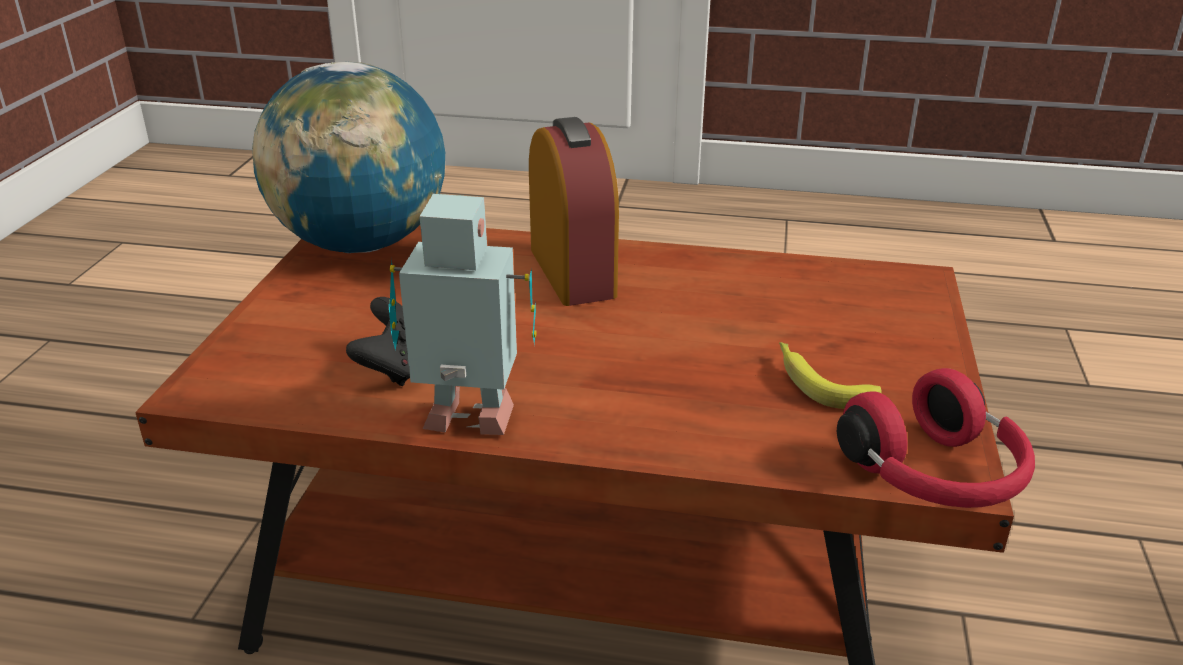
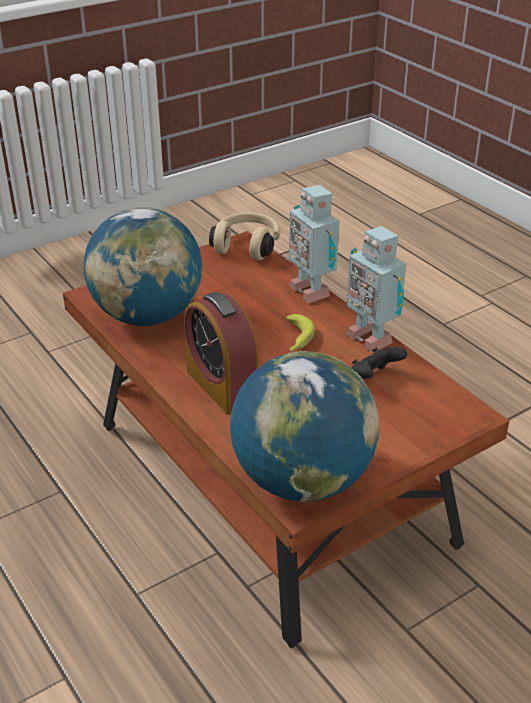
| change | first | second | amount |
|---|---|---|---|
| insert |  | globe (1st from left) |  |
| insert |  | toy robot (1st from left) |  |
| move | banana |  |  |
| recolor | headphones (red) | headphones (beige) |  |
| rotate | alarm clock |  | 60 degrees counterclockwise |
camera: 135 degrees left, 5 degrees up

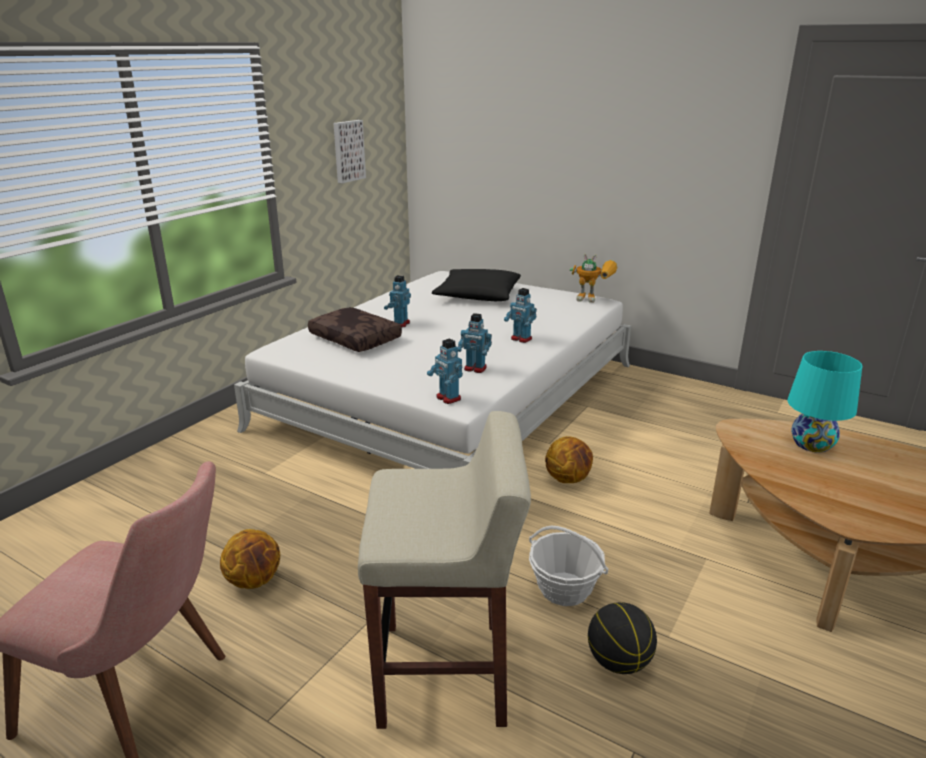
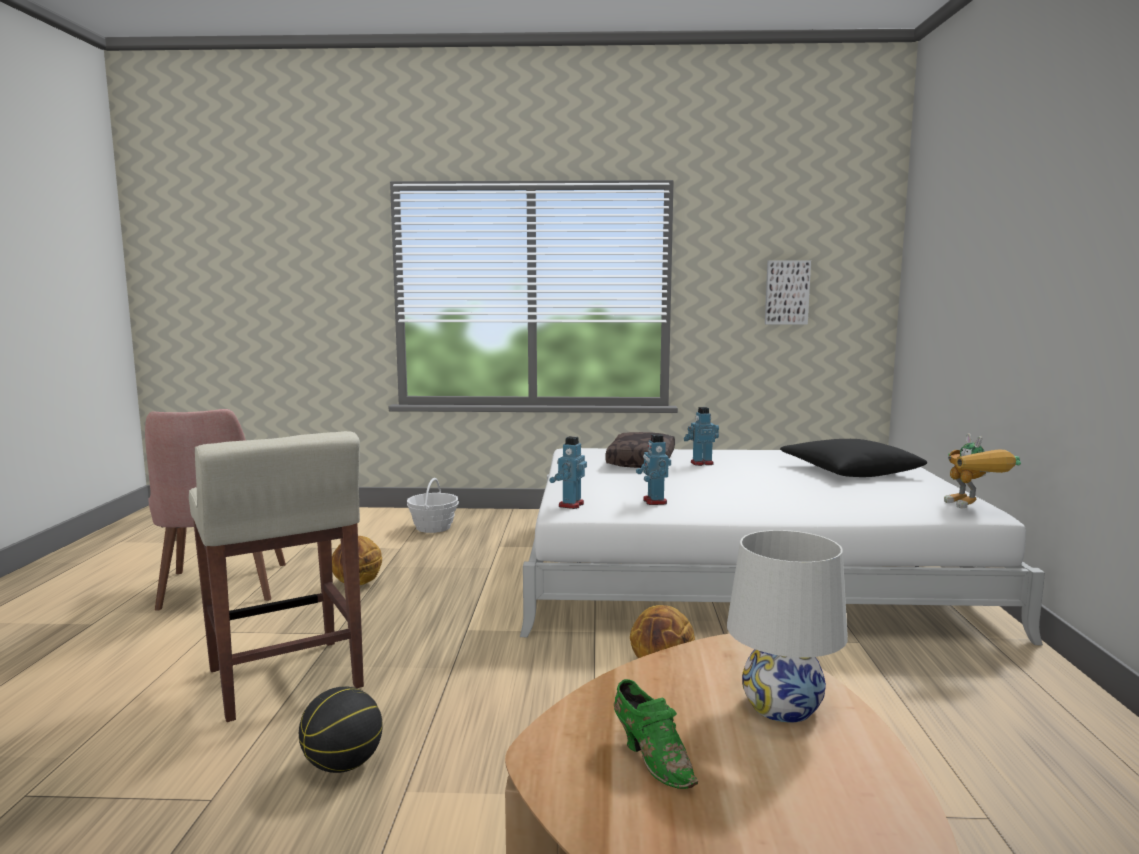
| change | first | second | amount |
|---|---|---|---|
| delete | toy robot (4th from left) |  |  |
| insert |  | shoe (green) |  |
| move | basket |  |  |
| recolor | table lamp (turquoise) | table lamp (white) |  |
camera: 60 degrees right, 15 degrees down

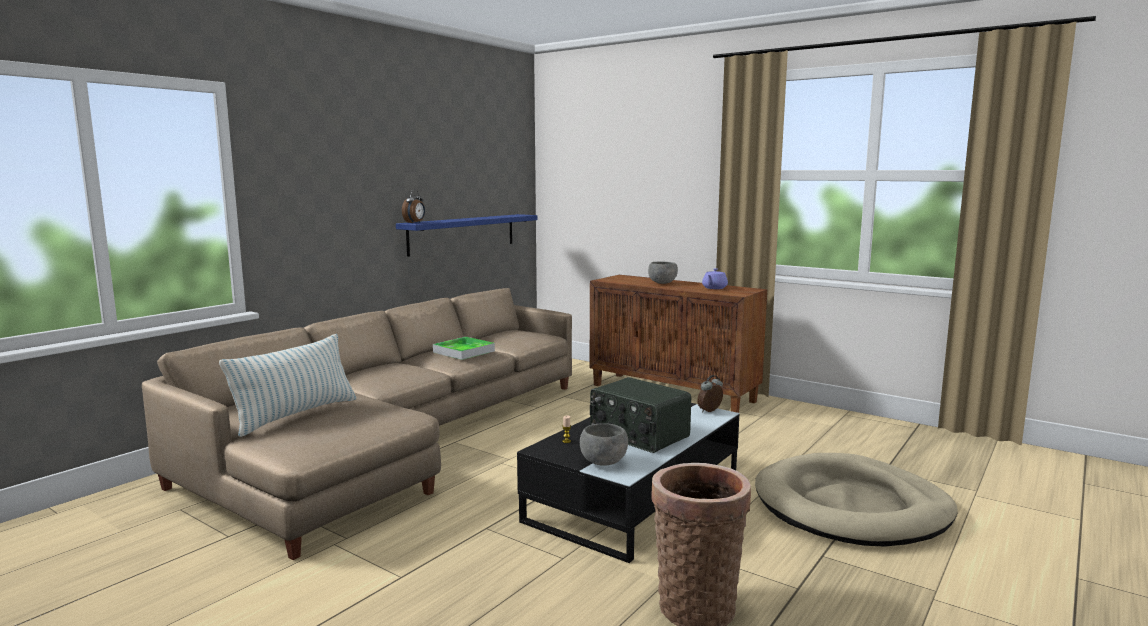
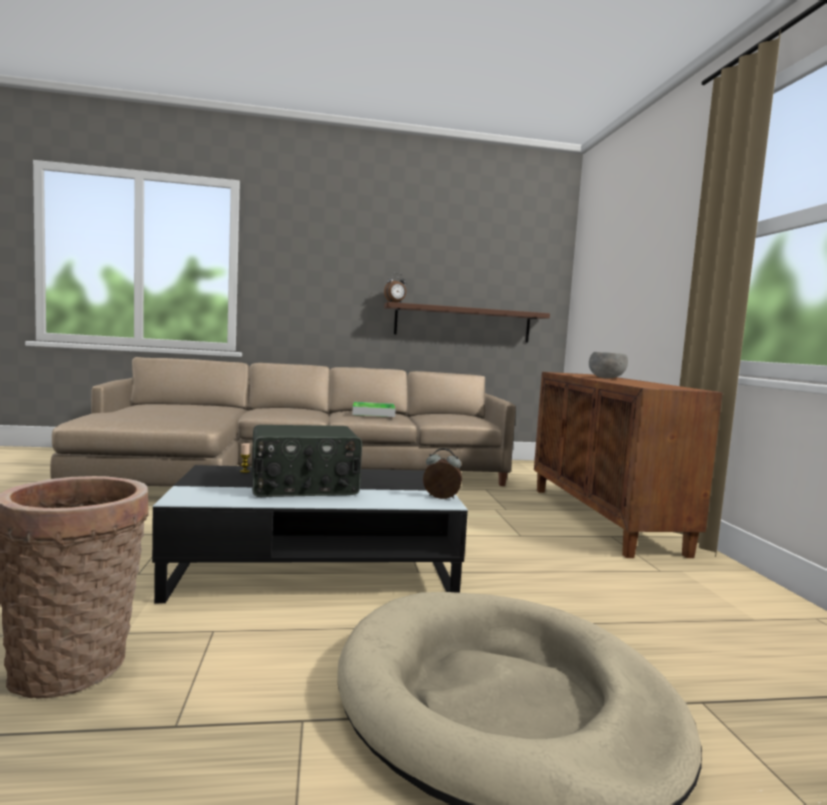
| change | first | second | amount |
|---|---|---|---|
| delete | pillow |  |  |
| delete | bowl (grey) (1st from left) |  |  |
| delete | teapot (purple) |  |  |
| recolor | shelf (blue) | shelf (brown) |  |
| rotate | radio |  | 105 degrees counterclockwise |
camera: 45 degrees right, 5 degrees down

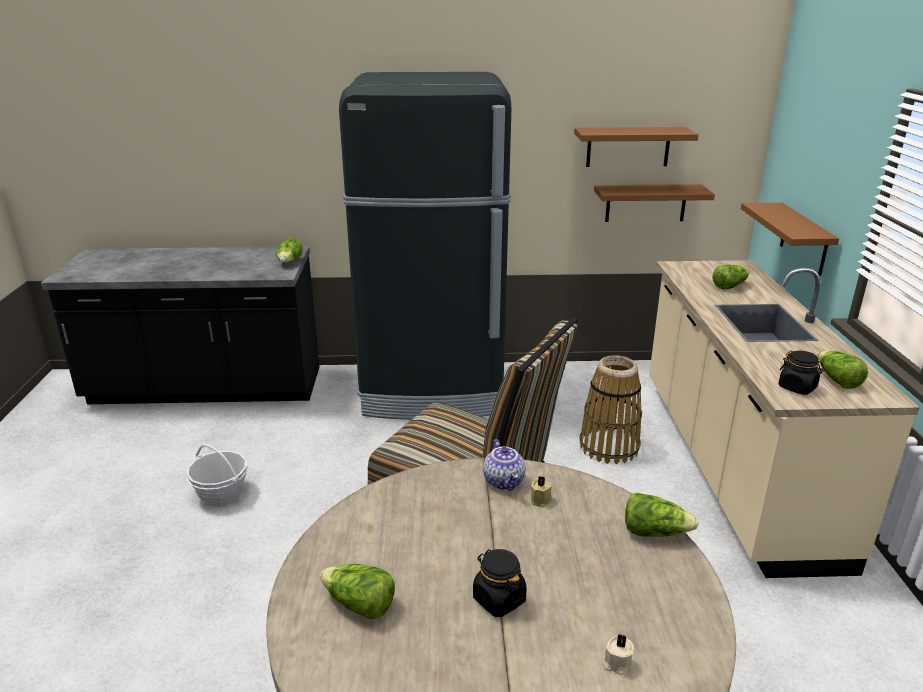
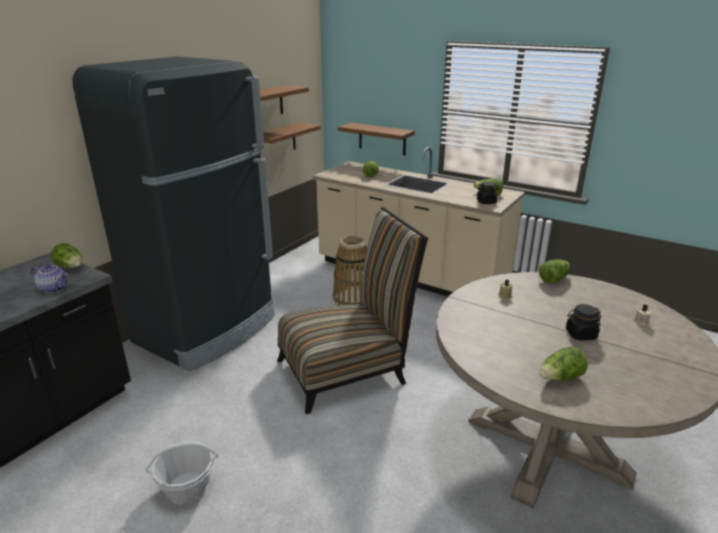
| change | first | second | amount |
|---|---|---|---|
| move | teapot |  |  |
camera: 55 degrees left, 0 degrees up

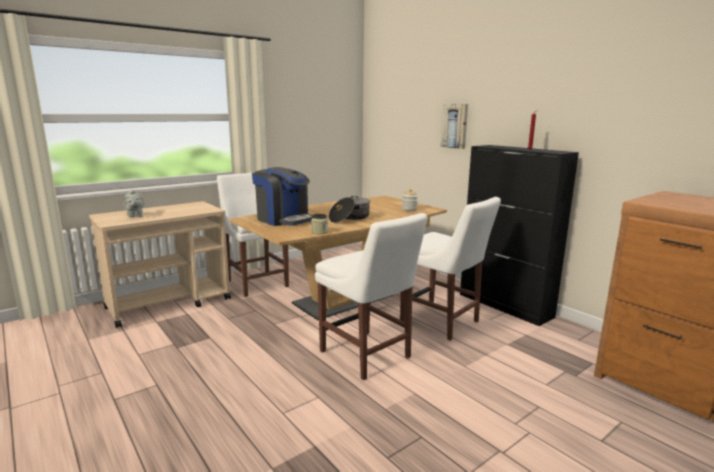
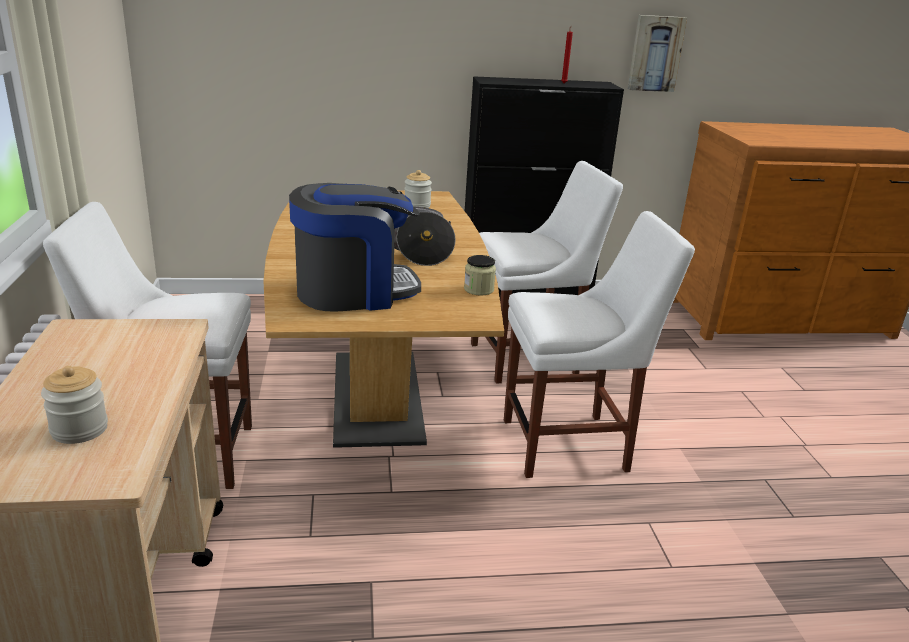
| change | first | second | amount |
|---|---|---|---|
| move | picture |  |  |
| replace | teapot (grey) | jar (1st from left) |  |
camera: 60 degrees left, 10 degrees up

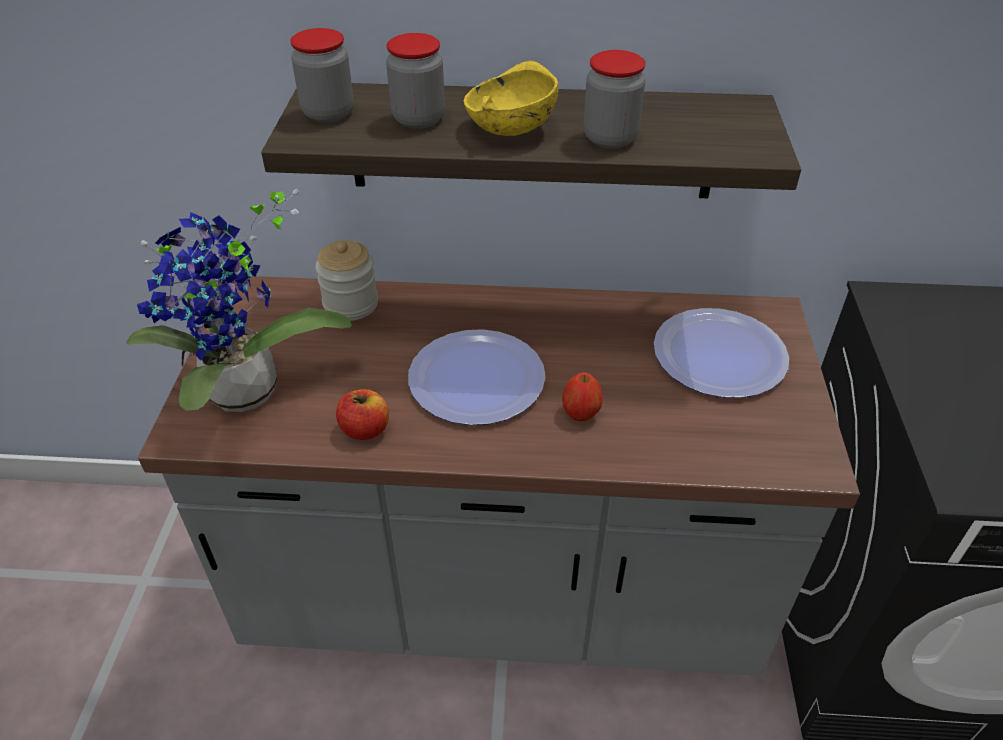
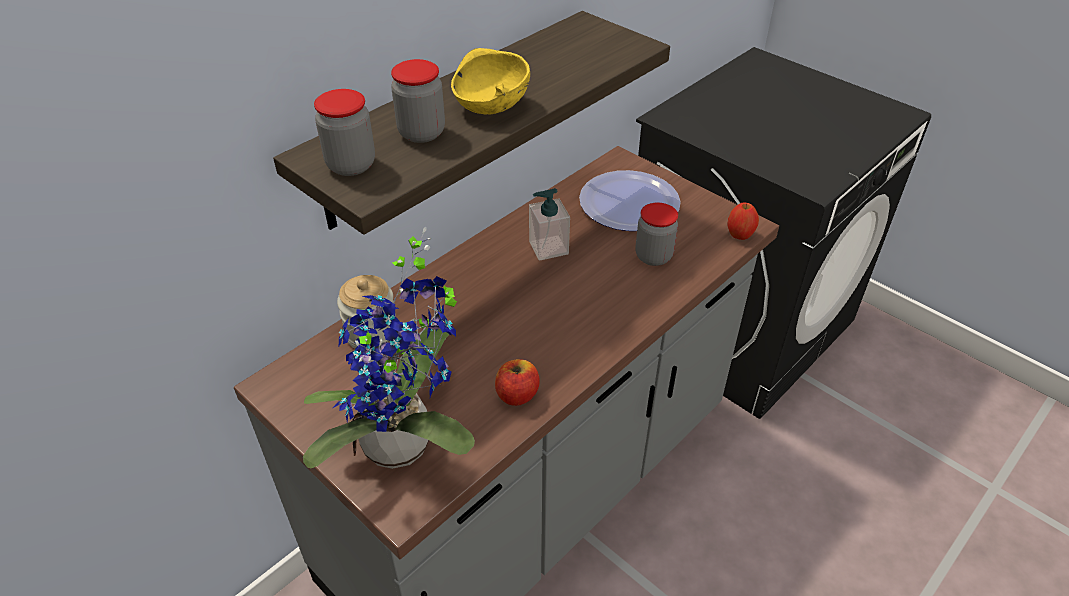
| change | first | second | amount |
|---|---|---|---|
| delete | plate (1st from left) |  |  |
| insert |  | soap dispenser |  |
| move | apple (2nd from left) |  |  |
| move | jar (4th from left) |  |  |
camera: 50 degrees left, 0 degrees up

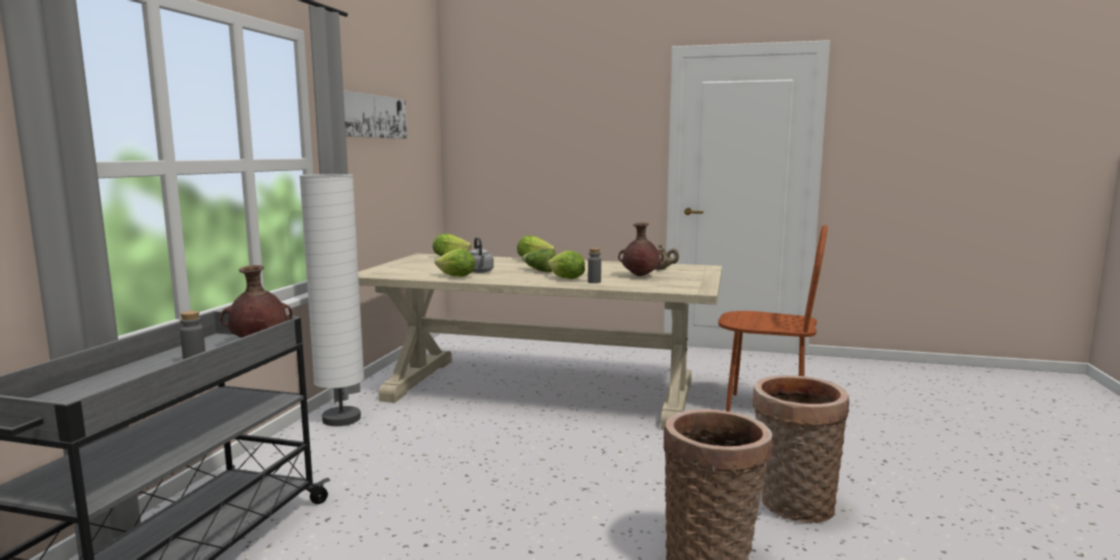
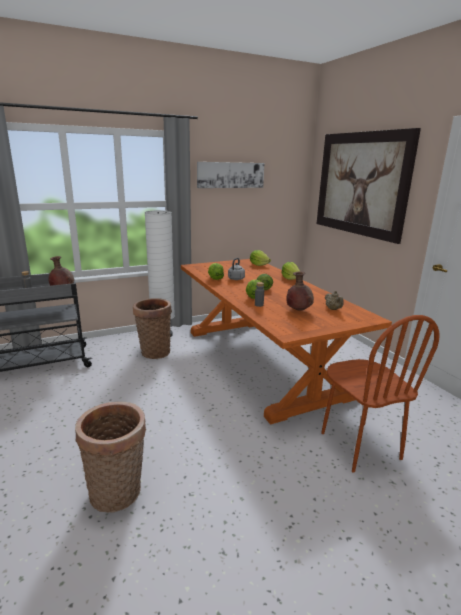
| change | first | second | amount |
|---|---|---|---|
| insert |  | picture (2nd from left) |  |
| move | basket (2nd from left) |  |  |
| recolor | dining table (beige) | dining table (orange) |  |
camera: 50 degrees right, 10 degrees up

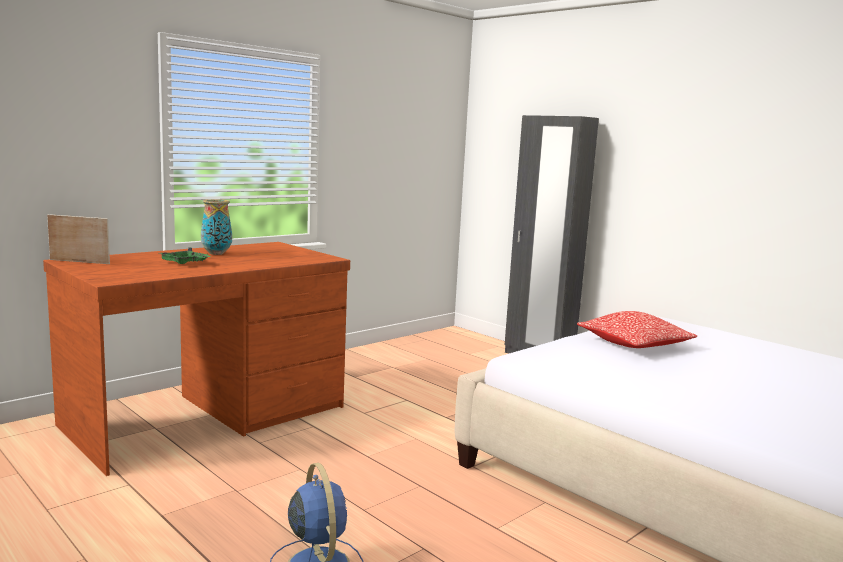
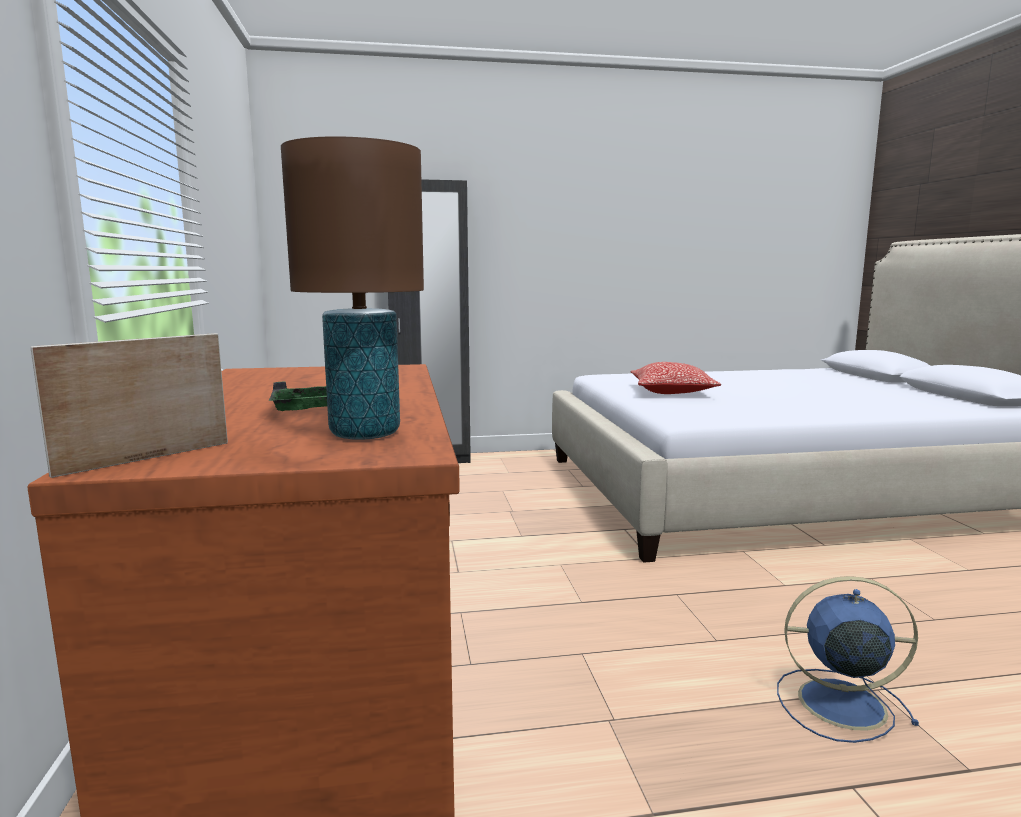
| change | first | second | amount |
|---|---|---|---|
| delete | vase |  |  |
| insert |  | table lamp (brown) |  |
camera: 55 degrees left, 0 degrees up

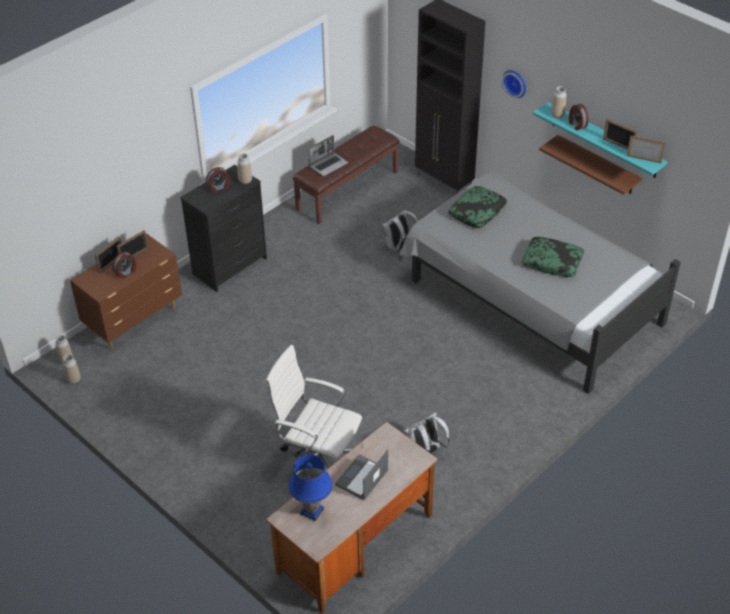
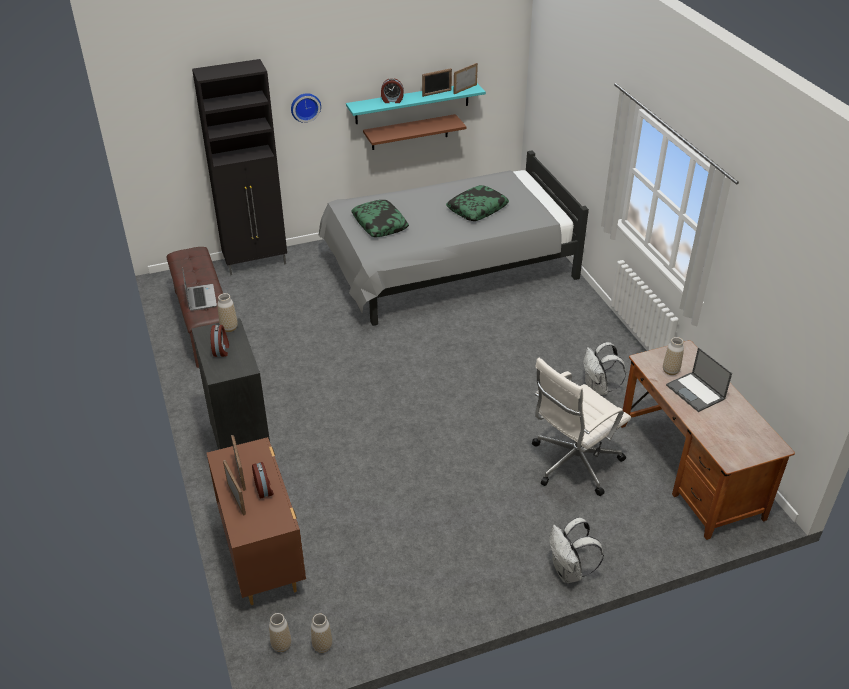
| change | first | second | amount |
|---|---|---|---|
| delete | table lamp (blue) |  |  |
| move | backpack (white) (1st from left) |  |  |
| move | vase (4th from left) |  |  |
camera: 65 degrees left, 5 degrees down

